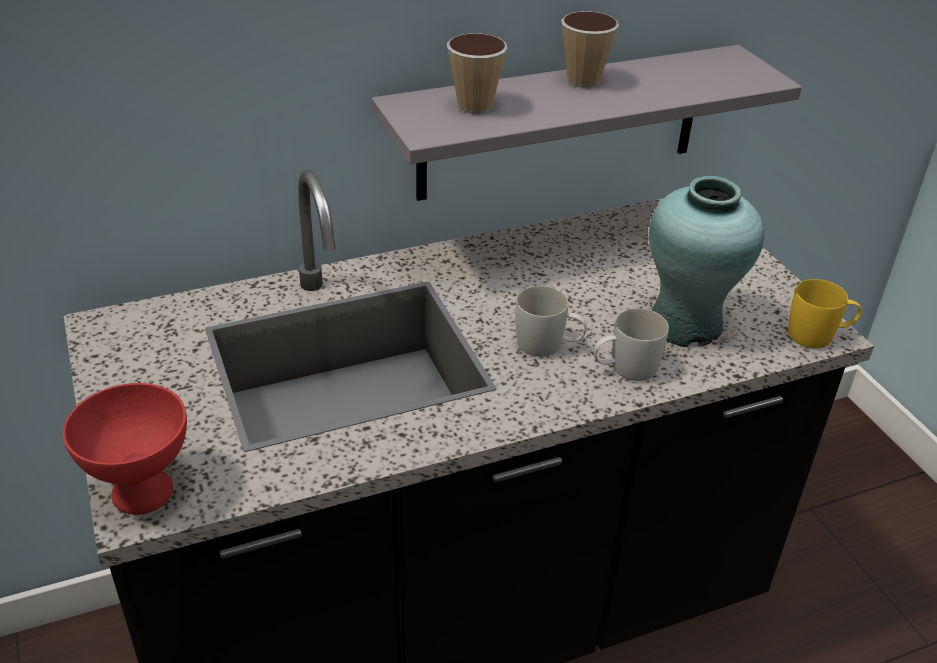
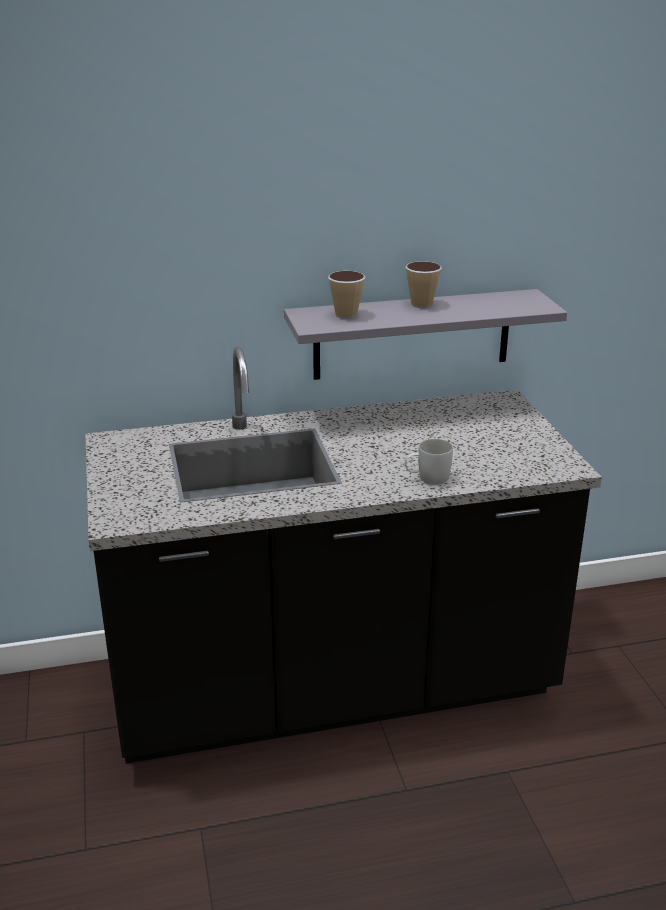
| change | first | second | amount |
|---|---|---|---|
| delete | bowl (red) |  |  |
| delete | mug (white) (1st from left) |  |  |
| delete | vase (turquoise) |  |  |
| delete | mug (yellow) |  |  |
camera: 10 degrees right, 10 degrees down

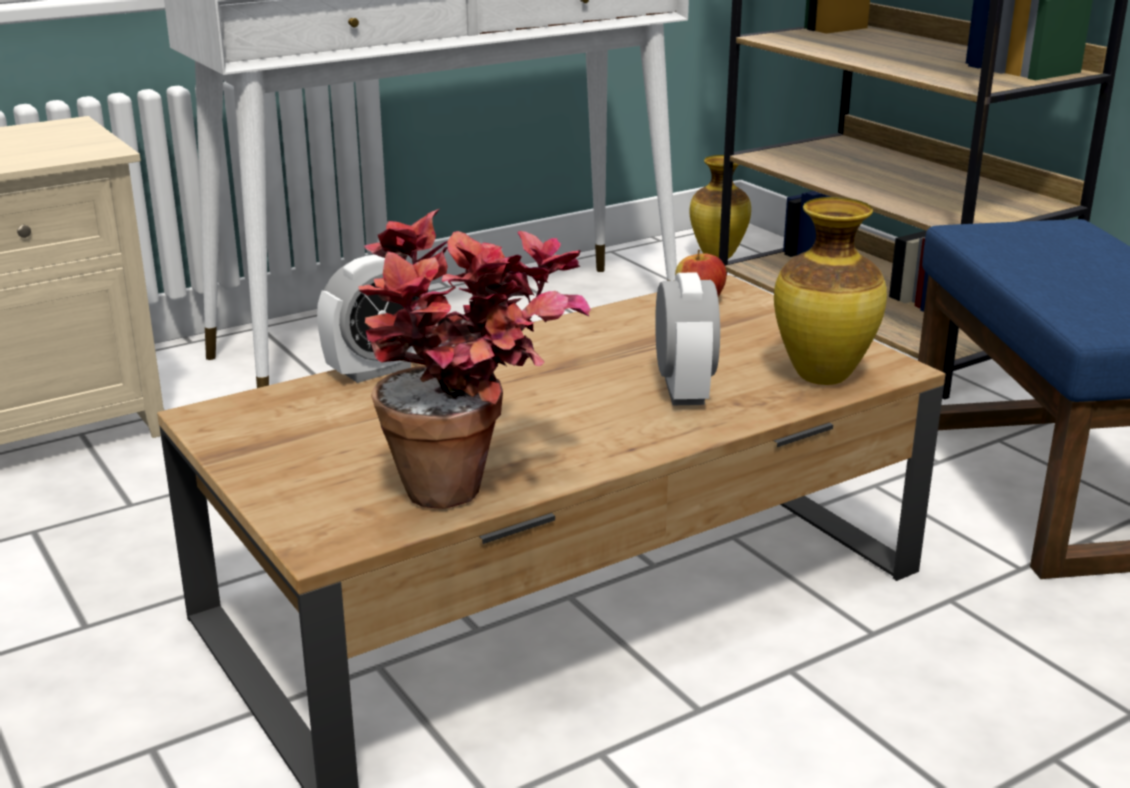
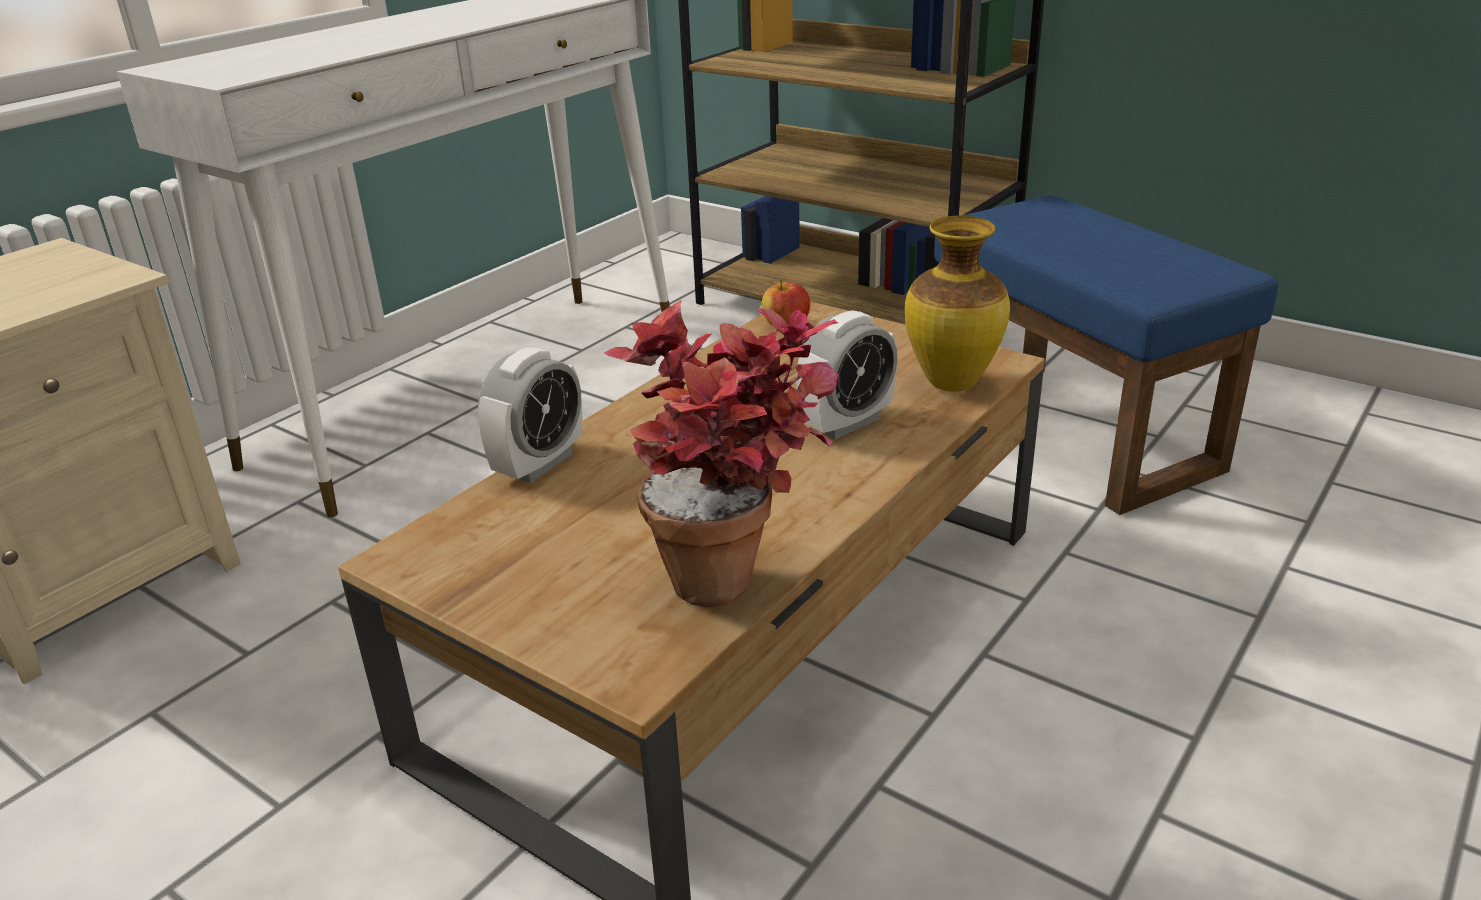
| change | first | second | amount |
|---|---|---|---|
| delete | vase (1st from left) |  |  |
| rotate | alarm clock (2nd from left) |  | 75 degrees clockwise |
camera: 20 degrees left, 5 degrees up

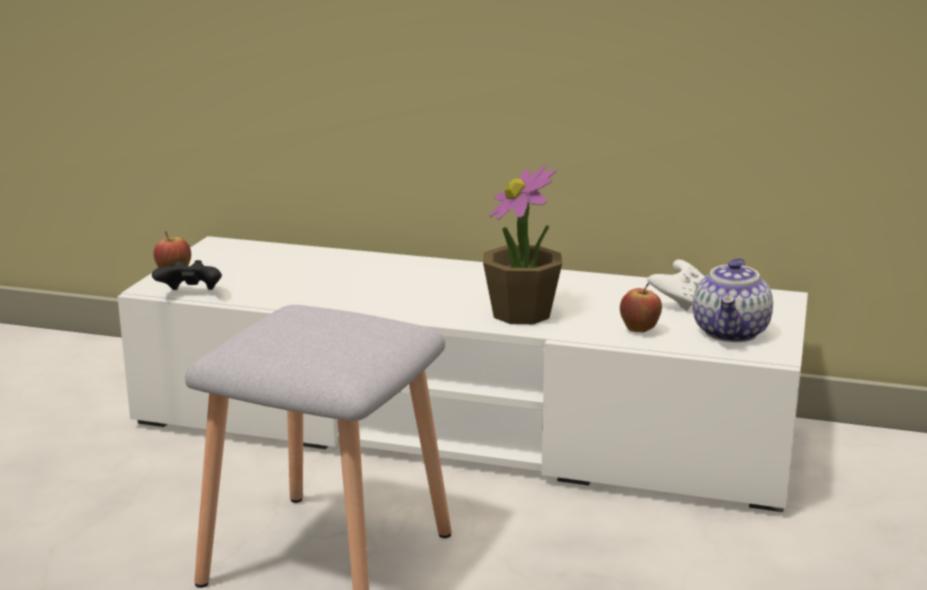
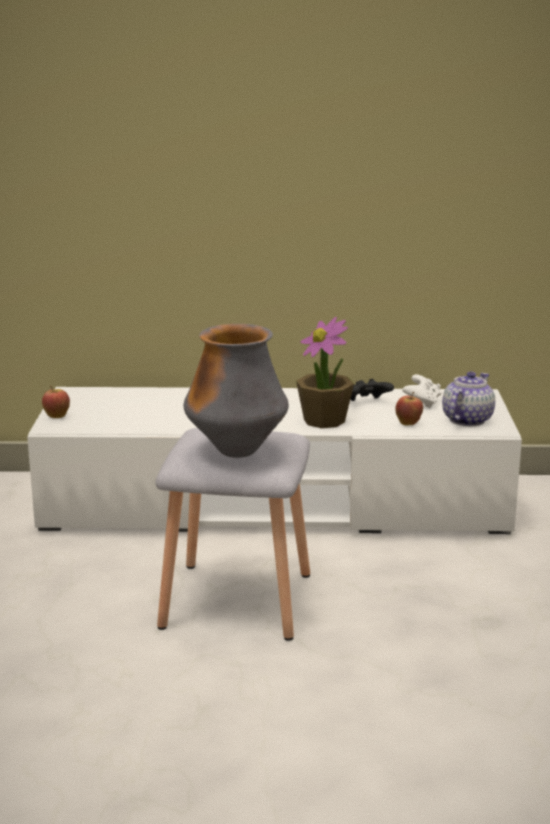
| change | first | second | amount |
|---|---|---|---|
| insert |  | vase |  |
| move | game controller (black) |  |  |
| rotate | teapot |  | 150 degrees counterclockwise |
camera: 15 degrees left, 0 degrees up

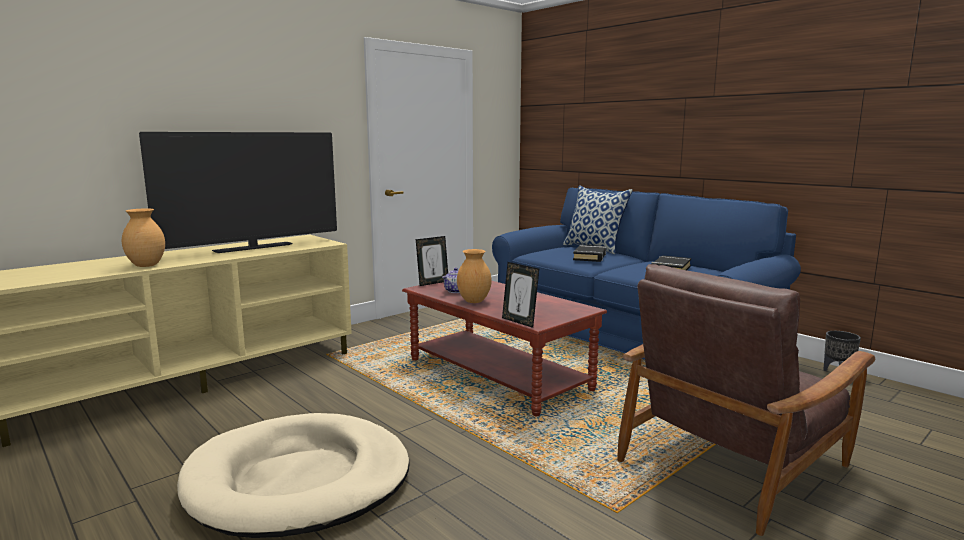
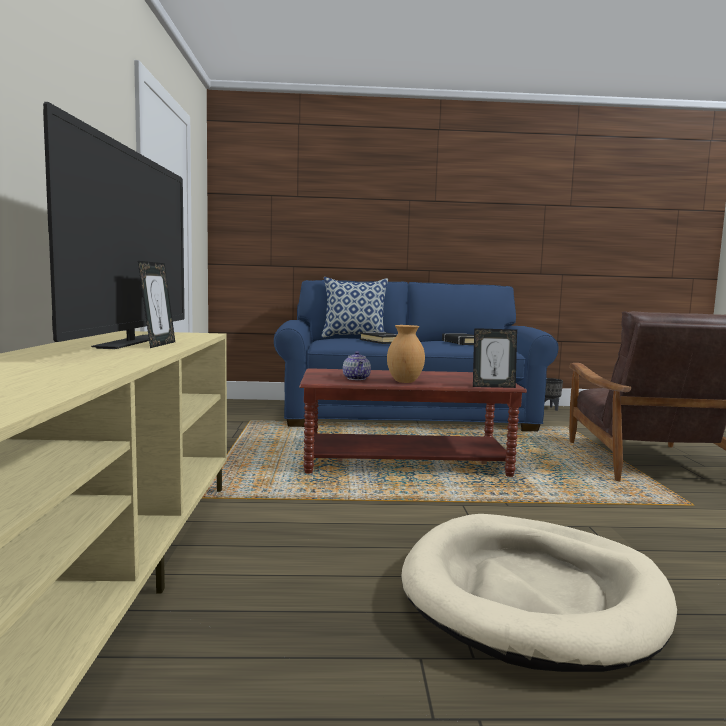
| change | first | second | amount |
|---|---|---|---|
| delete | vase (brown) (1st from left) |  |  |
| move | picture frame (1st from left) |  |  |
camera: 50 degrees left, 5 degrees down

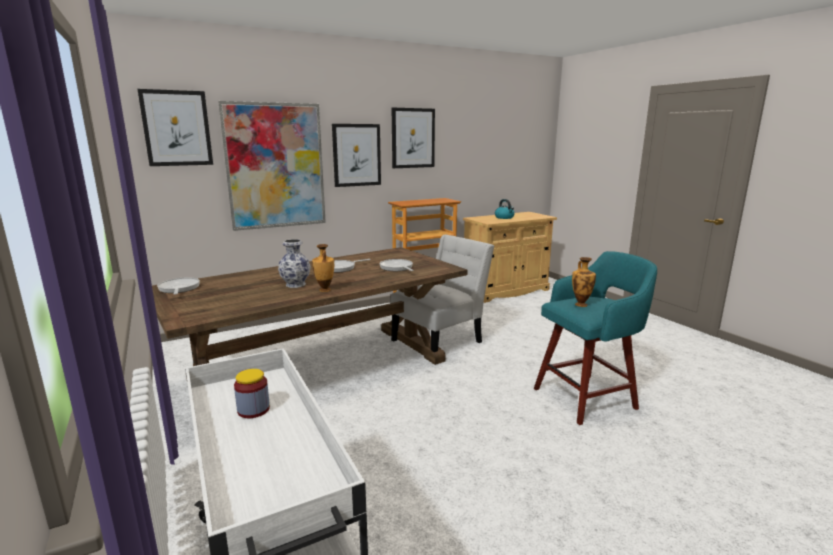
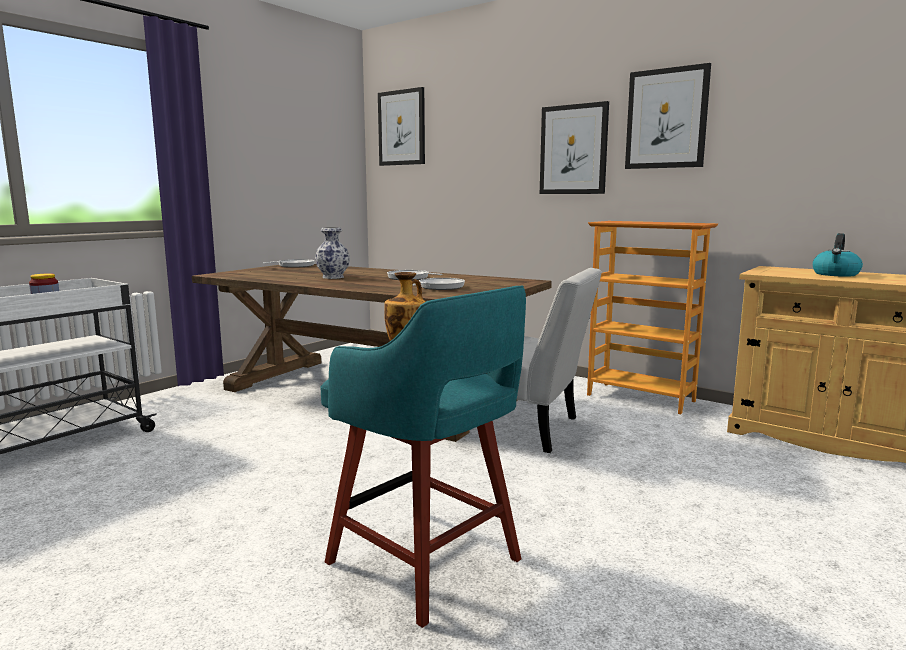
| change | first | second | amount |
|---|---|---|---|
| delete | picture (2nd from left) |  |  |
| delete | vase (2nd from left) |  |  |
camera: 65 degrees right, 5 degrees down

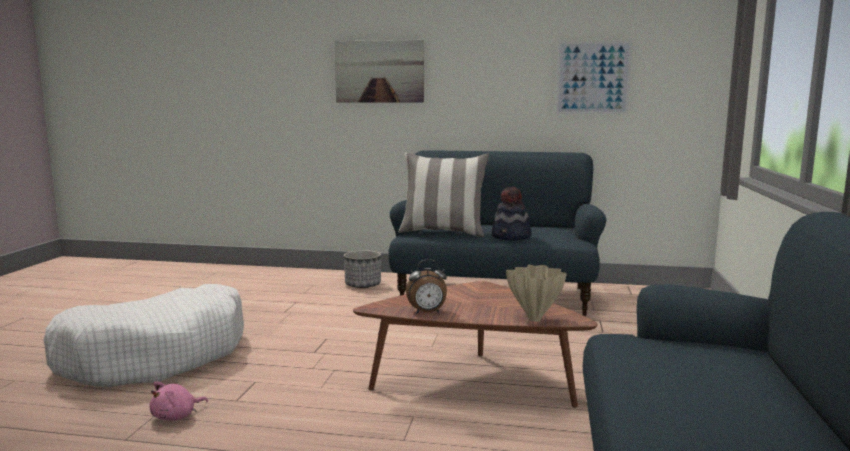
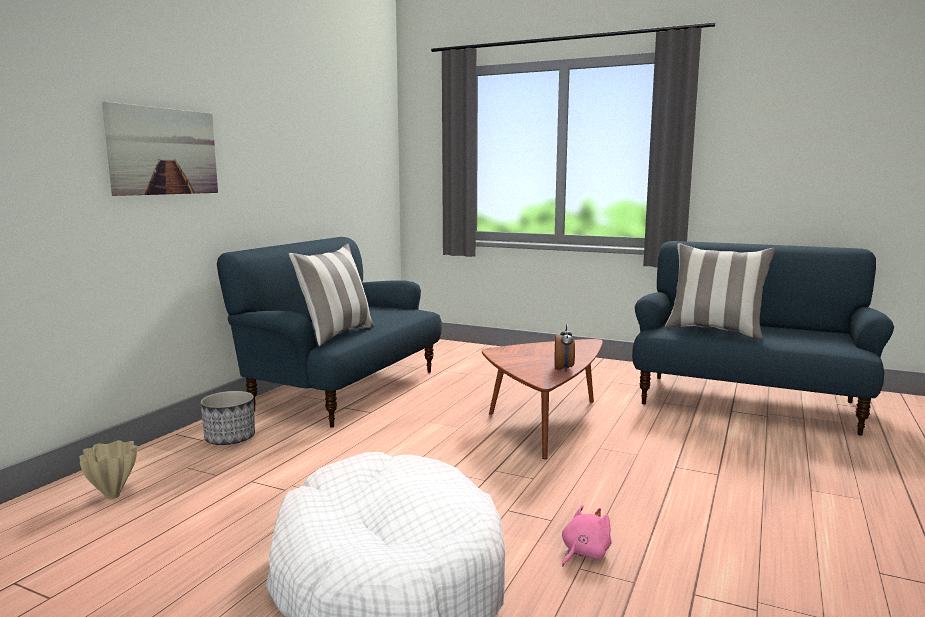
| change | first | second | amount |
|---|---|---|---|
| delete | hat |  |  |
| delete | picture (2nd from left) |  |  |
| insert |  | pillow (2nd from left) |  |
| move | vase (beige) |  |  |
| rotate | plush toy (pink) |  | 105 degrees counterclockwise |
camera: 75 degrees left, 0 degrees up

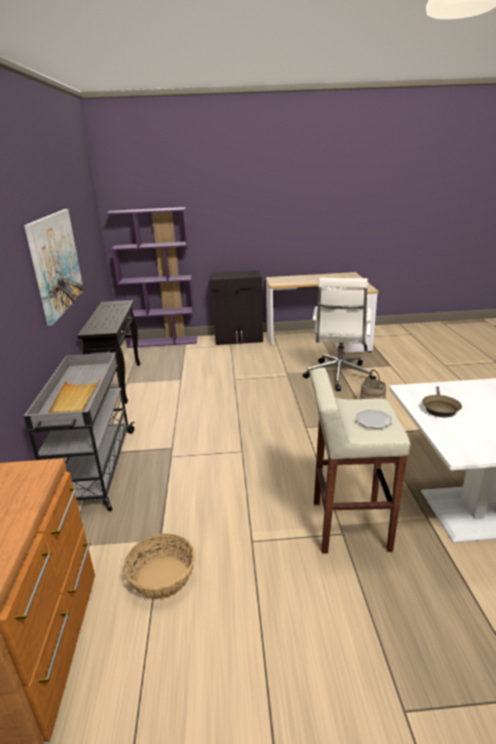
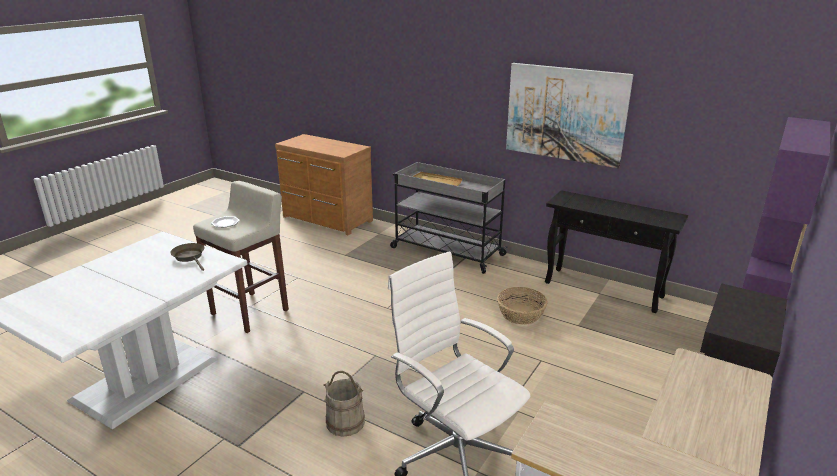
| change | first | second | amount |
|---|---|---|---|
| move | basket |  |  |
camera: 125 degrees right, 0 degrees up

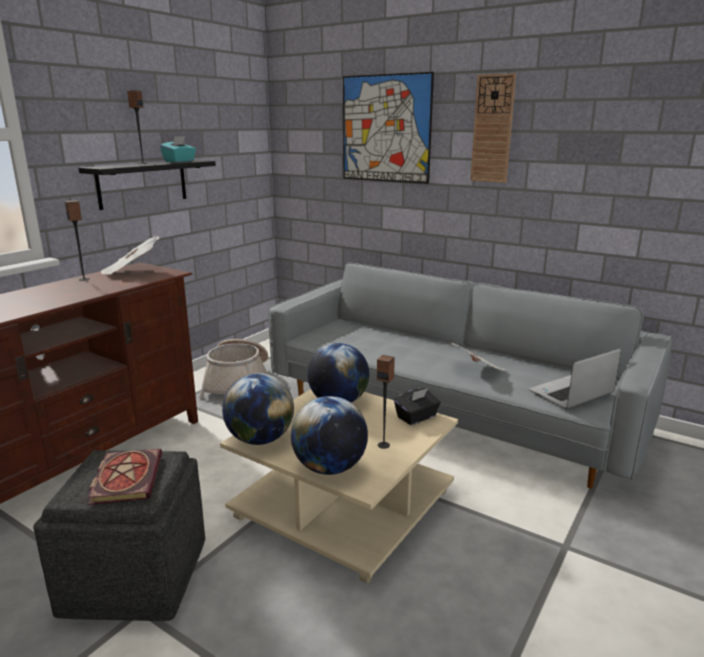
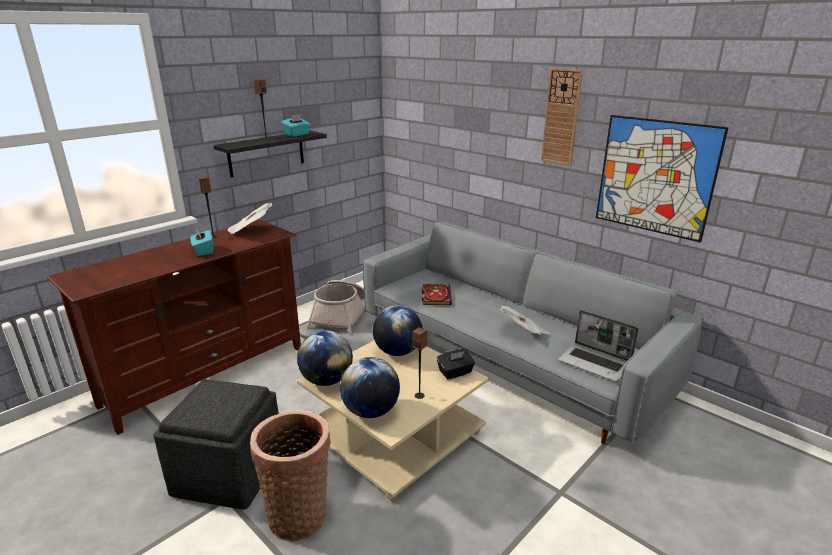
| change | first | second | amount |
|---|---|---|---|
| insert |  | tissue box (turquoise) (1st from left) |  |
| insert |  | basket (1st from left) |  |
| move | book |  |  |
| move | picture |  |  |
| rotate | laptop |  | 120 degrees counterclockwise |
camera: 10 degrees right, 5 degrees up

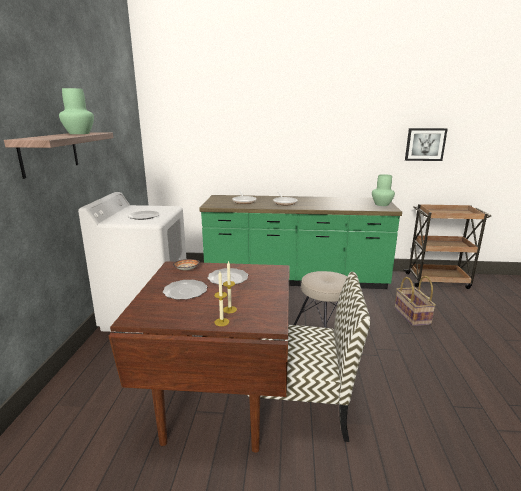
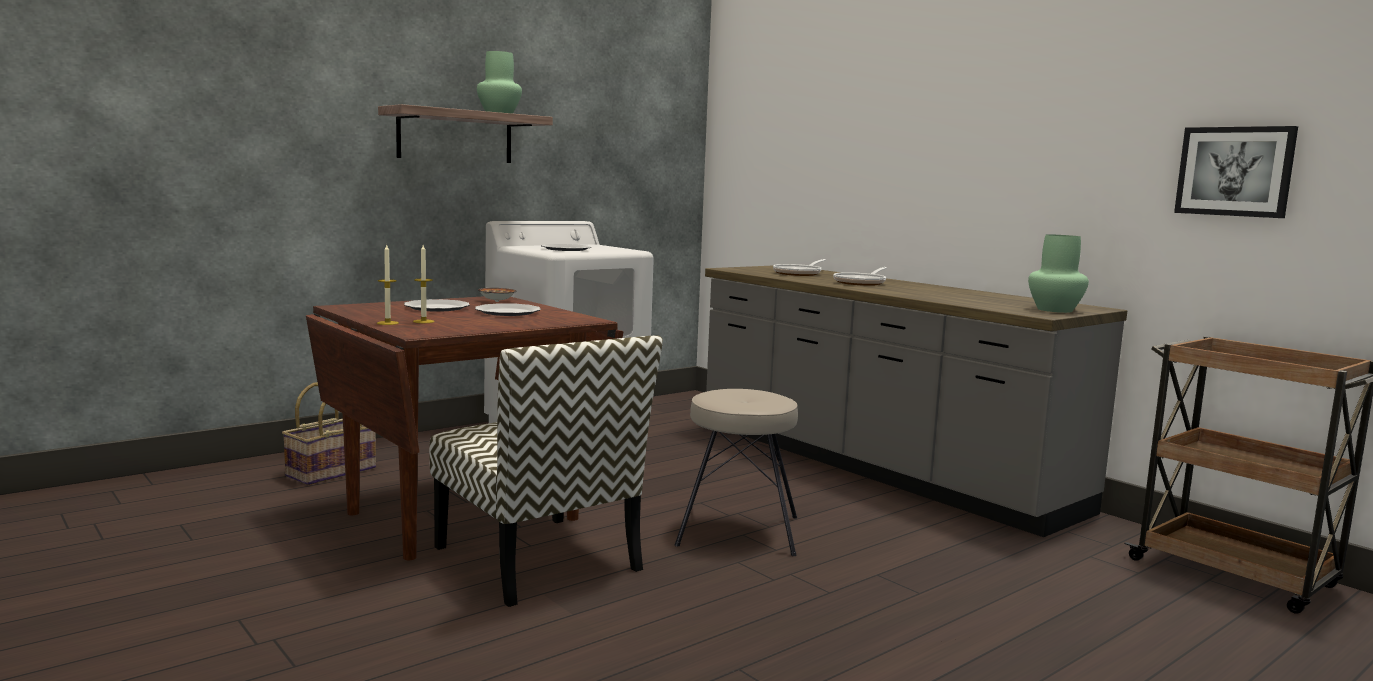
| change | first | second | amount |
|---|---|---|---|
| move | basket |  |  |
| recolor | counter (green) | counter (grey) |  |
camera: 45 degrees right, 10 degrees down

